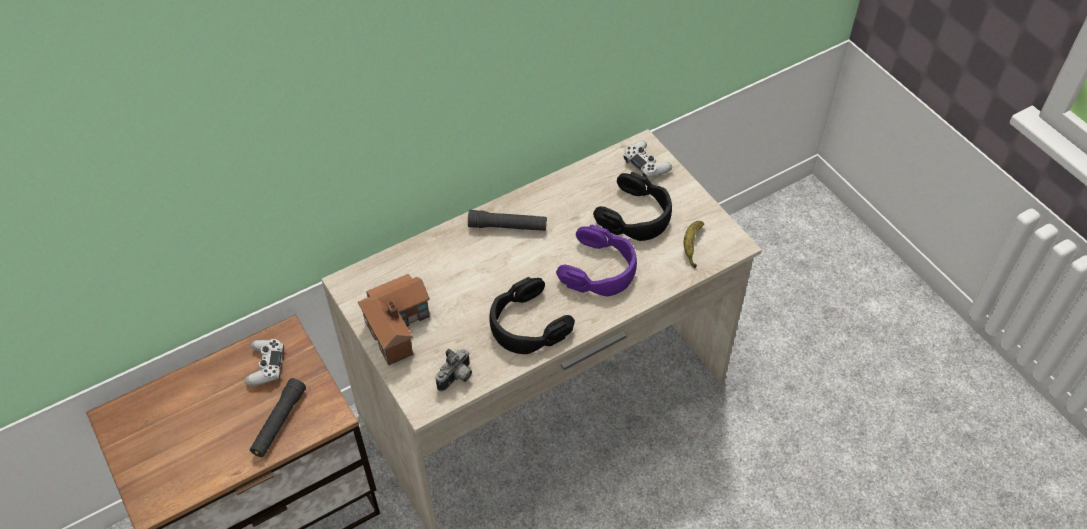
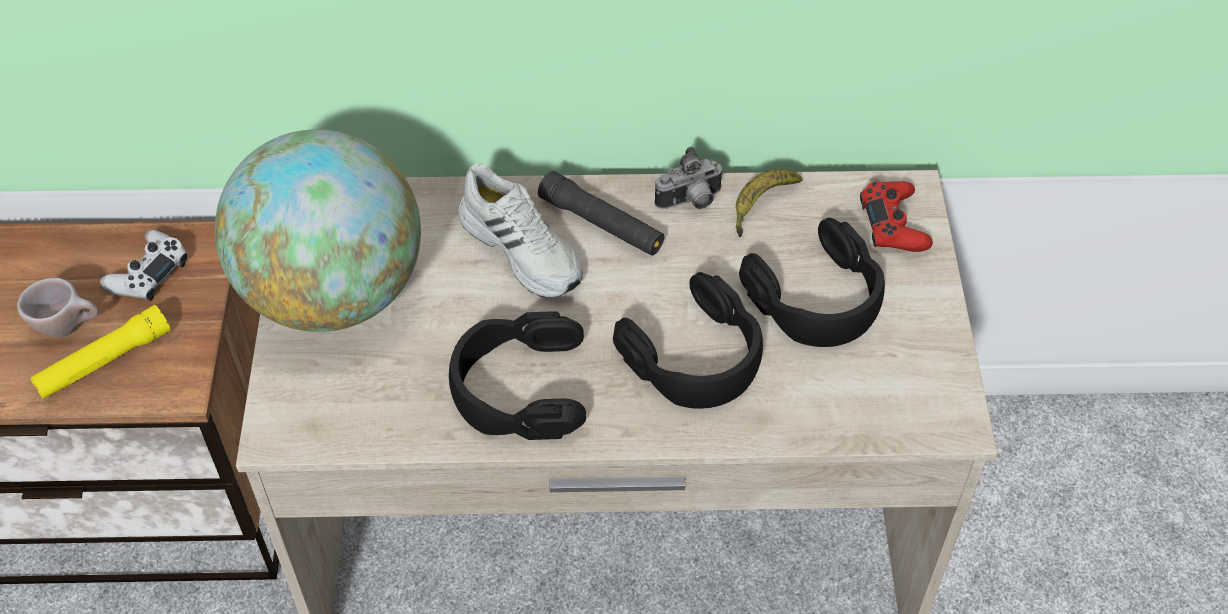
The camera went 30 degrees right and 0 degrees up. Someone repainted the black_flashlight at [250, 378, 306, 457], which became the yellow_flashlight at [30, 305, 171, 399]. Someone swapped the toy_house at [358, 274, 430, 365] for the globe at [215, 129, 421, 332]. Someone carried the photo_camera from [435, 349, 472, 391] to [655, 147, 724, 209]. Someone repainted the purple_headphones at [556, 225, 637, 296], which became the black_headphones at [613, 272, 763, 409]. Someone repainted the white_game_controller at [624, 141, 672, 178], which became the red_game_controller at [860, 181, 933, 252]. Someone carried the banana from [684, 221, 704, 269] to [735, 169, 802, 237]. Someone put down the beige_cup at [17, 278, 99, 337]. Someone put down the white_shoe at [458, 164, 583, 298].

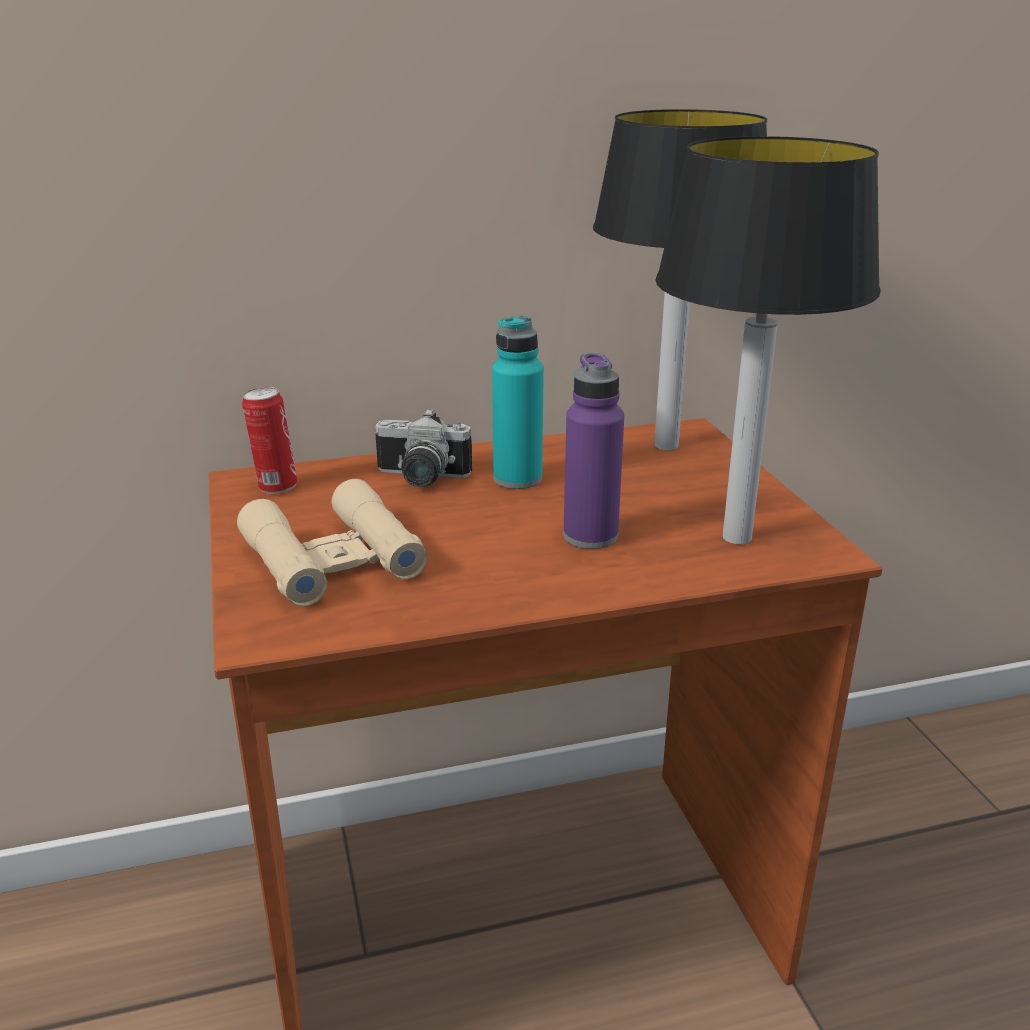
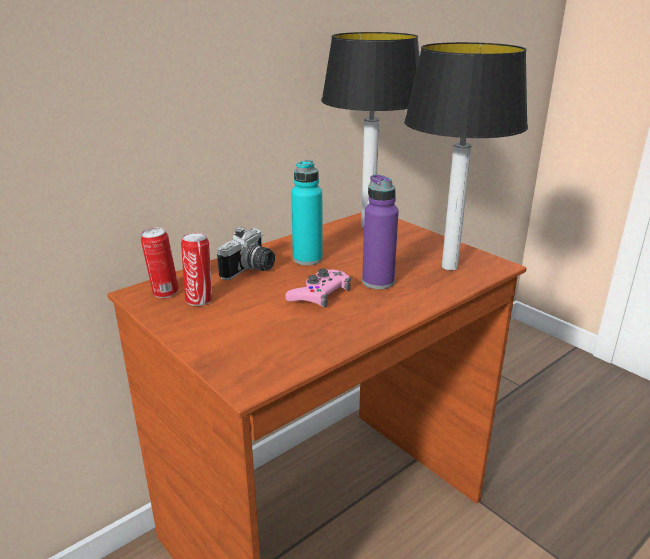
The camera went 25 degrees left and 0 degrees up. Someone took away the beige_binoculars at [237, 479, 428, 606]. Someone rotated the photo_camera at [375, 408, 472, 487] by 45 degrees counterclockwise. Someone put down the can at [181, 233, 212, 306]. Someone put down the pink_game_controller at [285, 269, 351, 308].

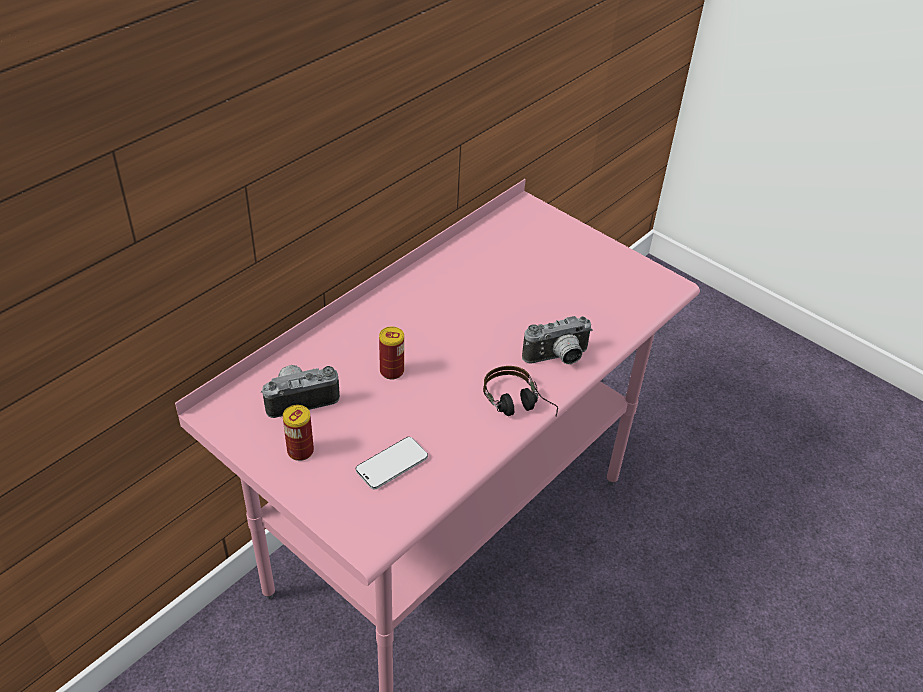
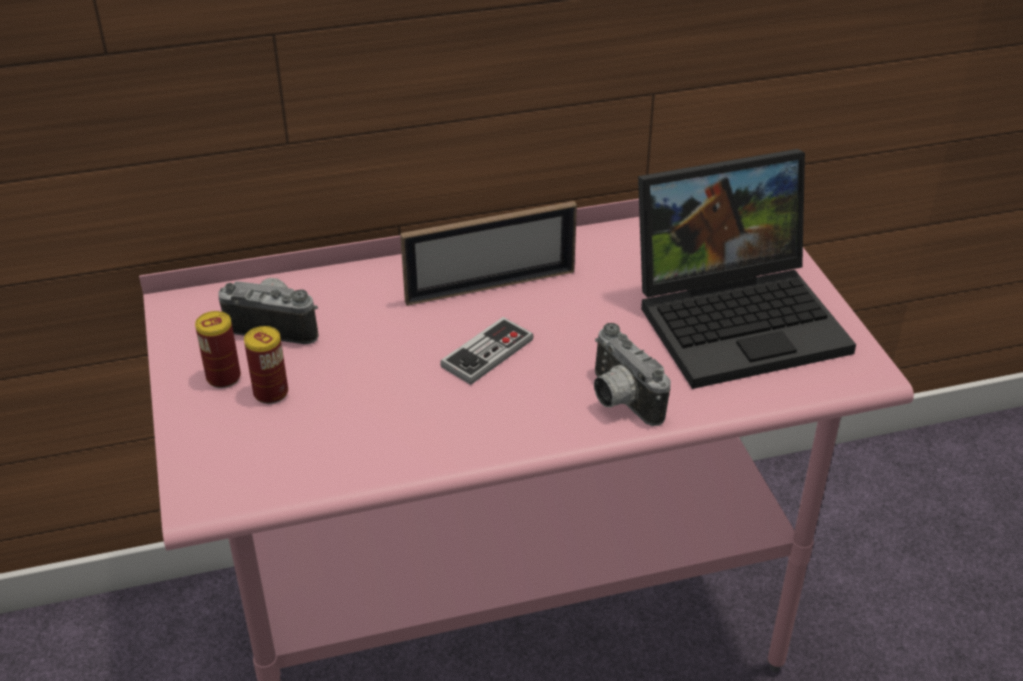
The camera went 35 degrees right and 5 degrees down. Someone took away the phone at [356, 437, 428, 490]. Someone carried the can from [379, 327, 404, 380] to [244, 326, 288, 404]. Someone took away the headphones at [483, 366, 558, 417]. Someone rotated the photo_camera at [522, 316, 593, 364] by 45 degrees clockwise. Someone put down the picture_frame at [400, 201, 577, 306]. Someone put down the game_controller at [440, 317, 534, 385]. Someone put down the laptop at [638, 149, 856, 389].

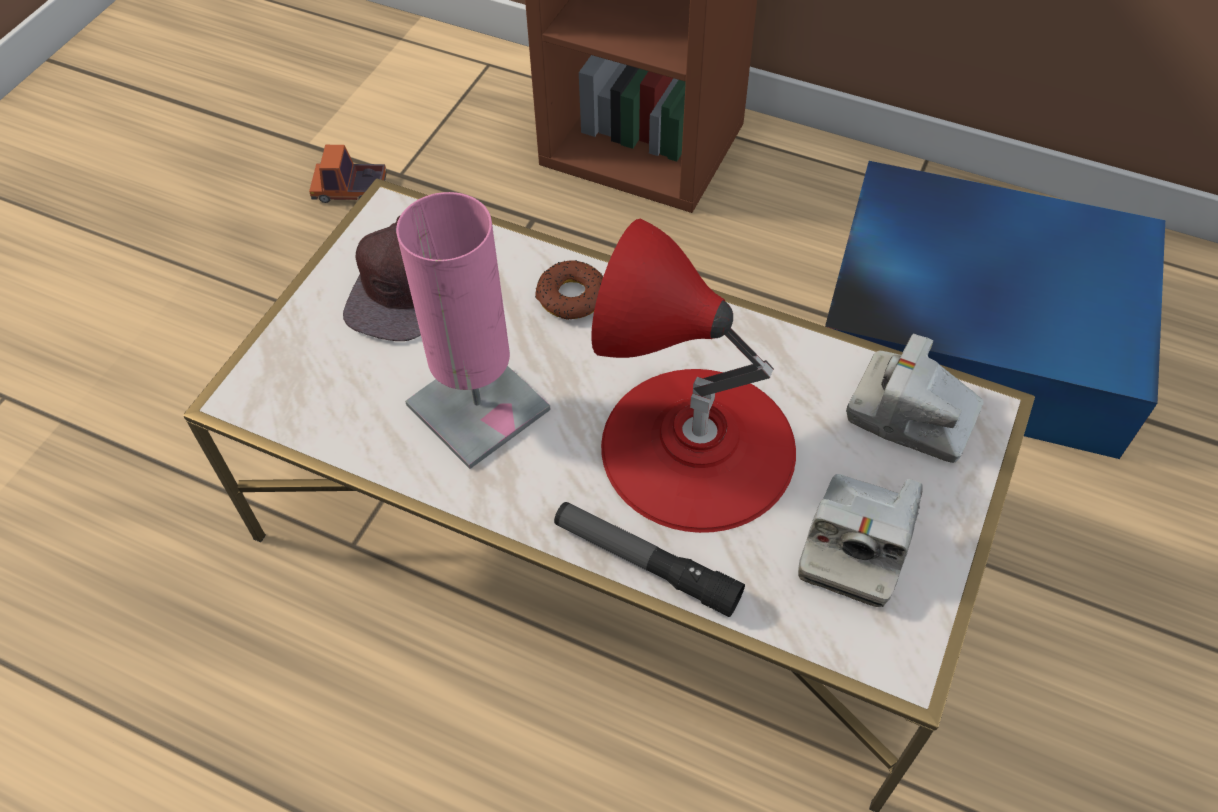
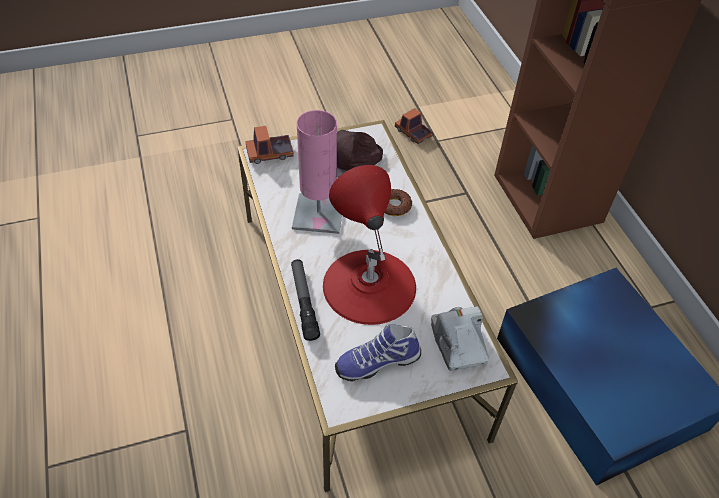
The camera went 45 degrees right and 5 degrees down. Someone swapped the photo_camera at [798, 474, 922, 607] for the shoe at [335, 324, 421, 382]. Someone put down the toy_truck at [245, 126, 294, 164].

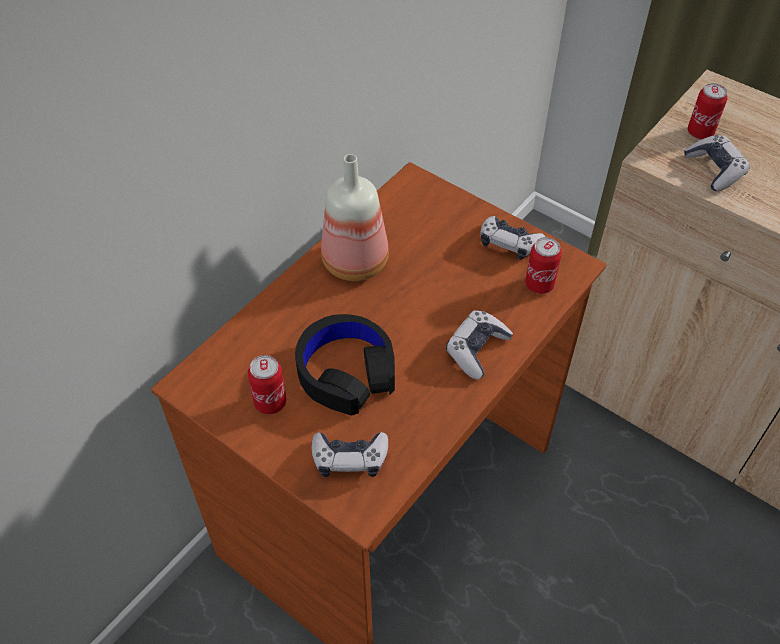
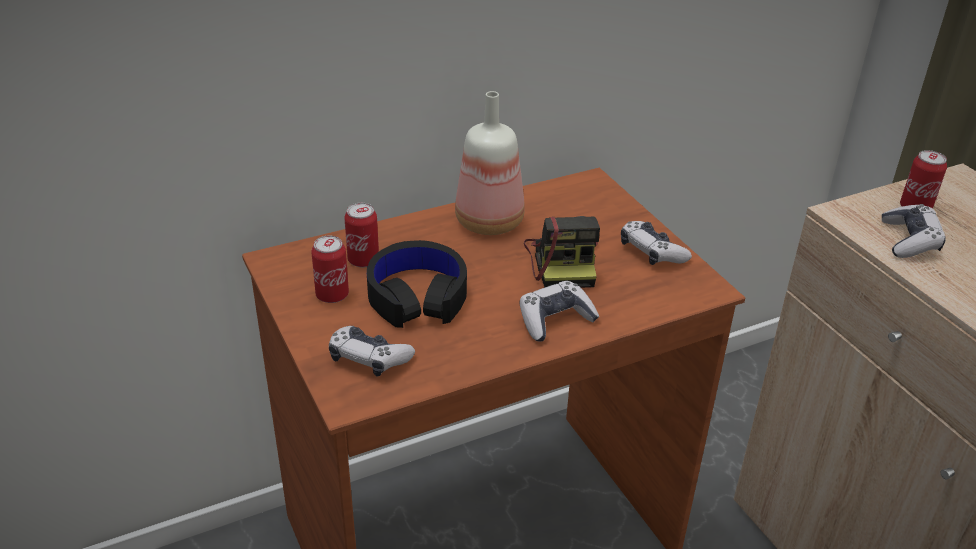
The camera went 25 degrees right and 15 degrees down. Someone carried the can from [525, 237, 562, 294] to [344, 203, 379, 267]. Someone put down the photo_camera at [524, 216, 600, 288].

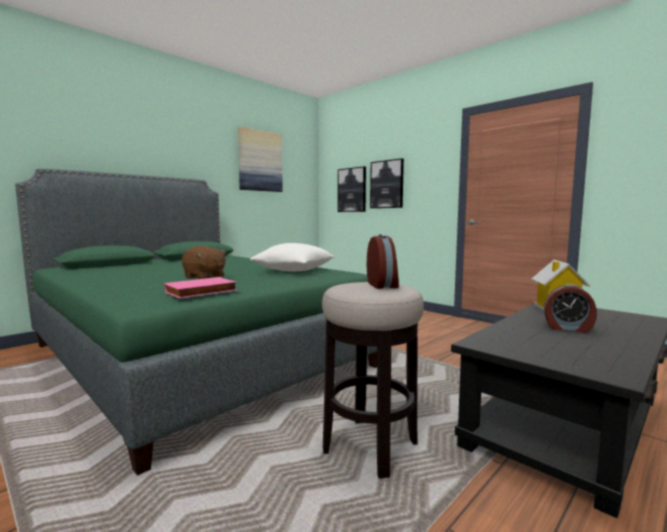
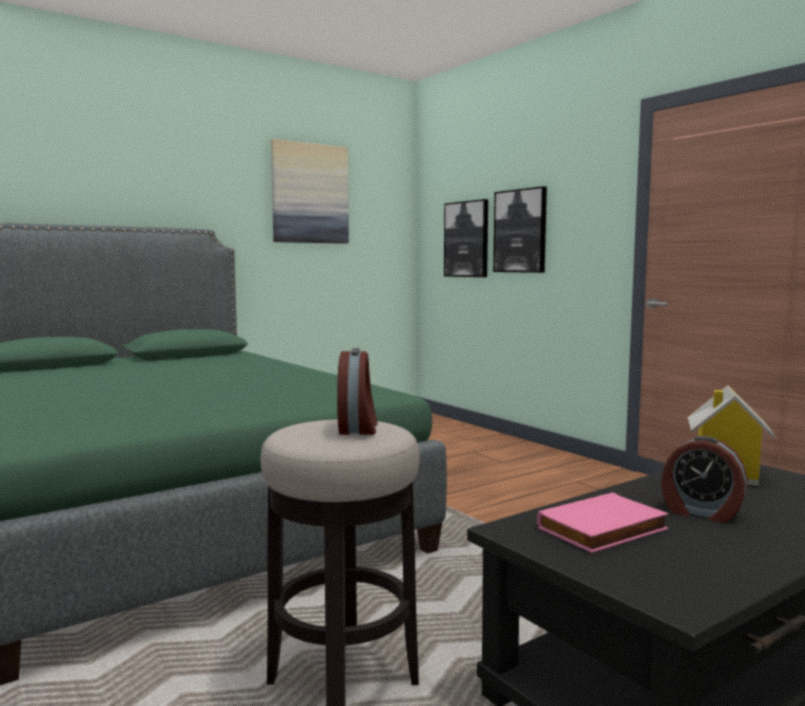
The camera went 10 degrees right and 0 degrees up. Someone carried the pink_book from [164, 277, 237, 299] to [537, 493, 669, 553]. Someone took away the brown_plush_toy at [182, 246, 226, 279]. Someone took away the white_pillow at [250, 243, 335, 271].

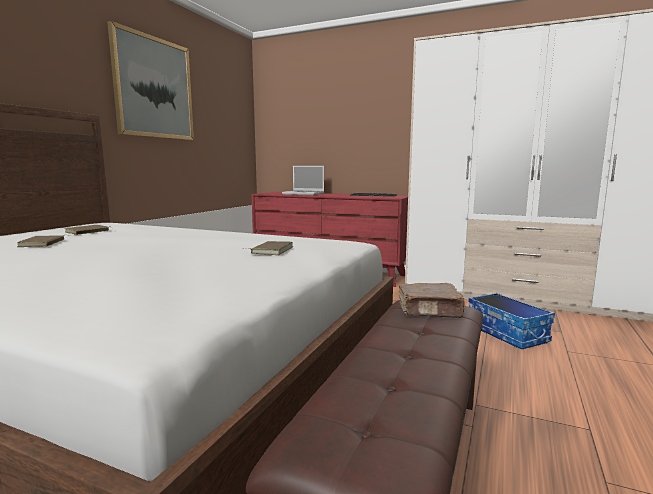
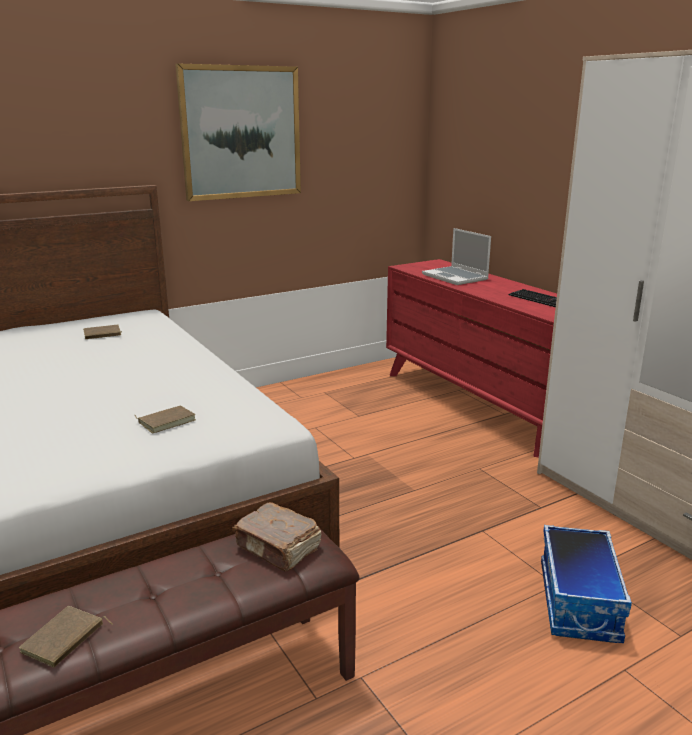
The camera went 35 degrees right and 10 degrees up. Someone carried the brown_book from [17, 235, 70, 247] to [19, 606, 113, 668].

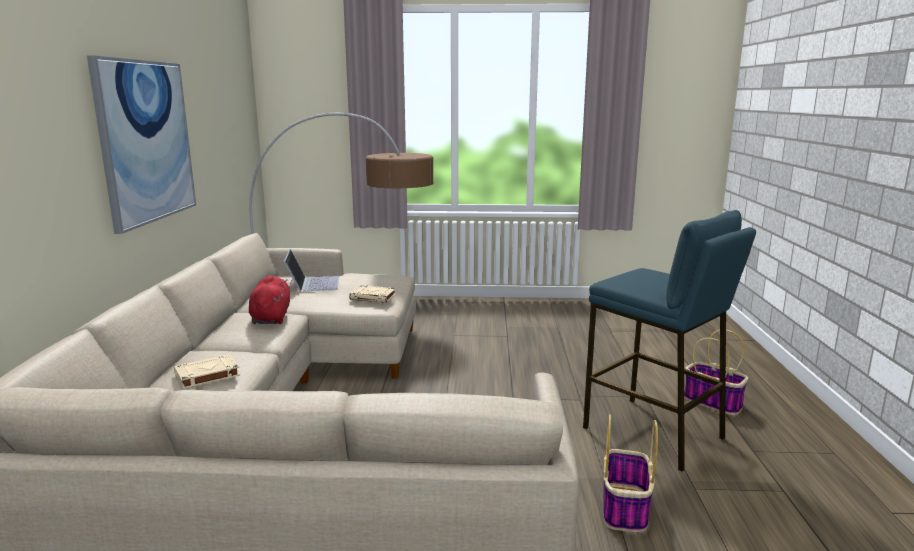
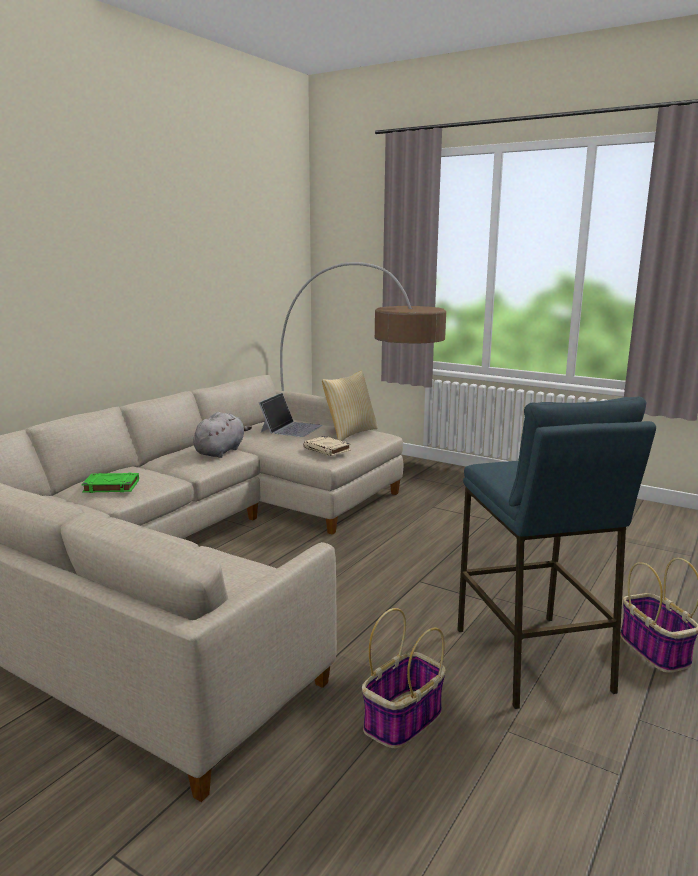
The camera went 30 degrees right and 0 degrees up. Someone took away the picture at [87, 55, 196, 234]. Someone repainted the beige_book at [174, 354, 240, 389], which became the green_book at [81, 473, 139, 493]. Someone repainted the red_plush_toy at [249, 276, 290, 324], which became the grey_plush_toy at [193, 412, 252, 458]. Someone put down the pillow at [322, 370, 378, 441].

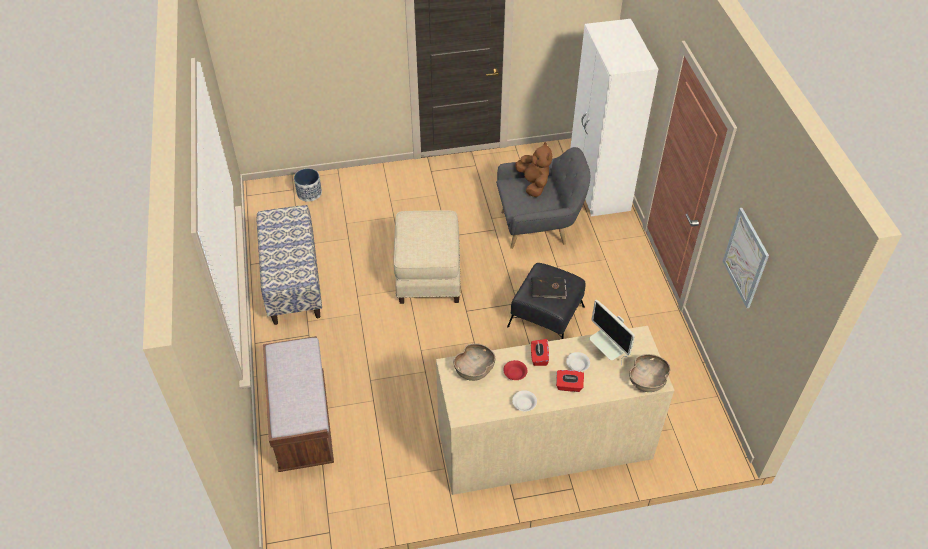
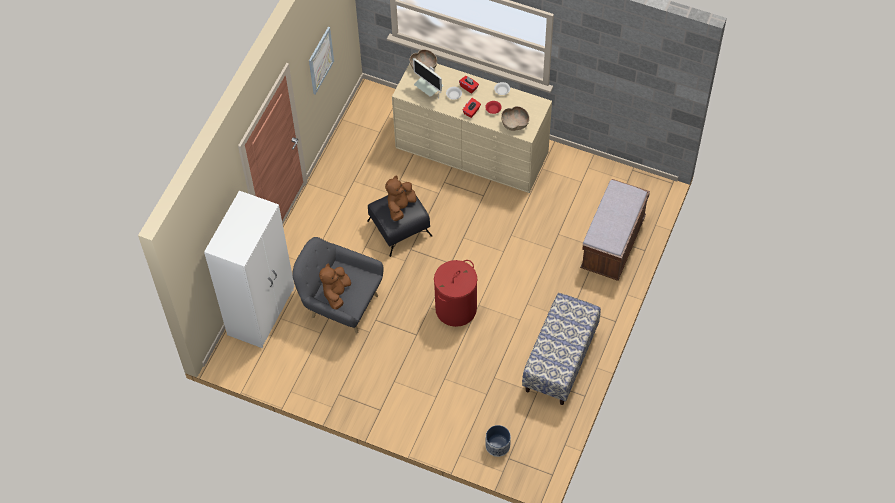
The camera went 145 degrees left and 10 degrees up. Someone swapped the beige_ottoman at [394, 210, 461, 304] for the red_laundry_basket at [434, 260, 477, 327]. Someone swapped the black_book at [531, 277, 567, 299] for the brown_plush_toy at [385, 176, 416, 221]. Someone rotated the monitor at [589, 300, 635, 366] by 135 degrees clockwise.

